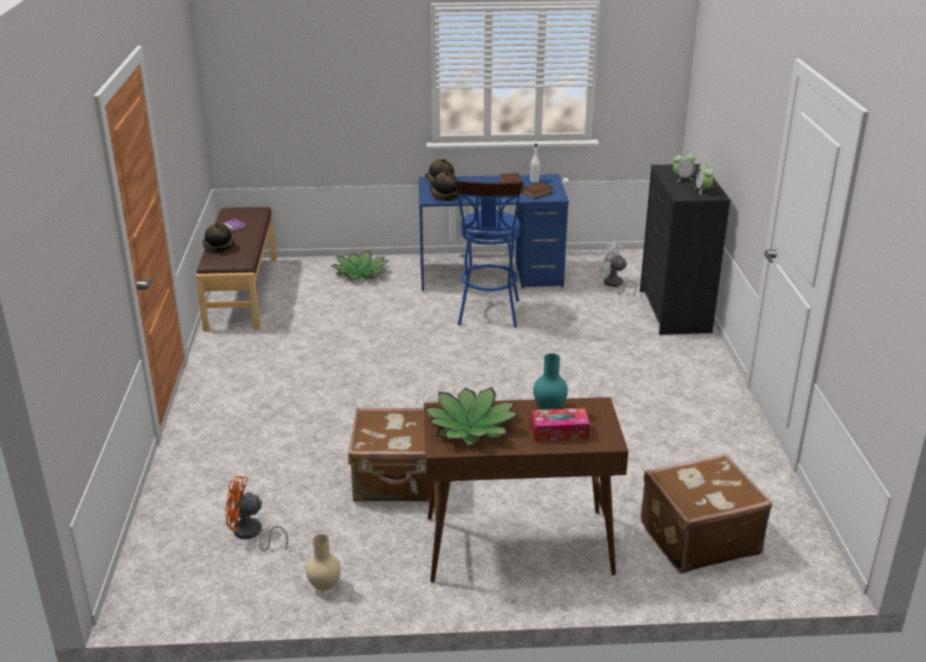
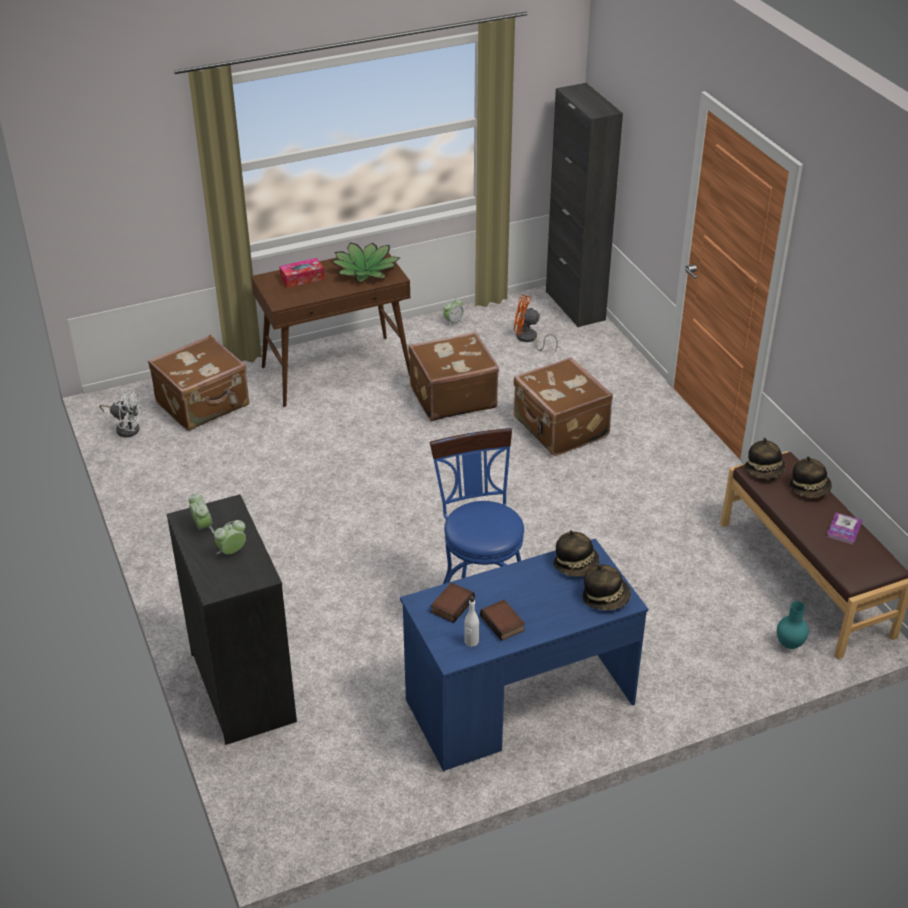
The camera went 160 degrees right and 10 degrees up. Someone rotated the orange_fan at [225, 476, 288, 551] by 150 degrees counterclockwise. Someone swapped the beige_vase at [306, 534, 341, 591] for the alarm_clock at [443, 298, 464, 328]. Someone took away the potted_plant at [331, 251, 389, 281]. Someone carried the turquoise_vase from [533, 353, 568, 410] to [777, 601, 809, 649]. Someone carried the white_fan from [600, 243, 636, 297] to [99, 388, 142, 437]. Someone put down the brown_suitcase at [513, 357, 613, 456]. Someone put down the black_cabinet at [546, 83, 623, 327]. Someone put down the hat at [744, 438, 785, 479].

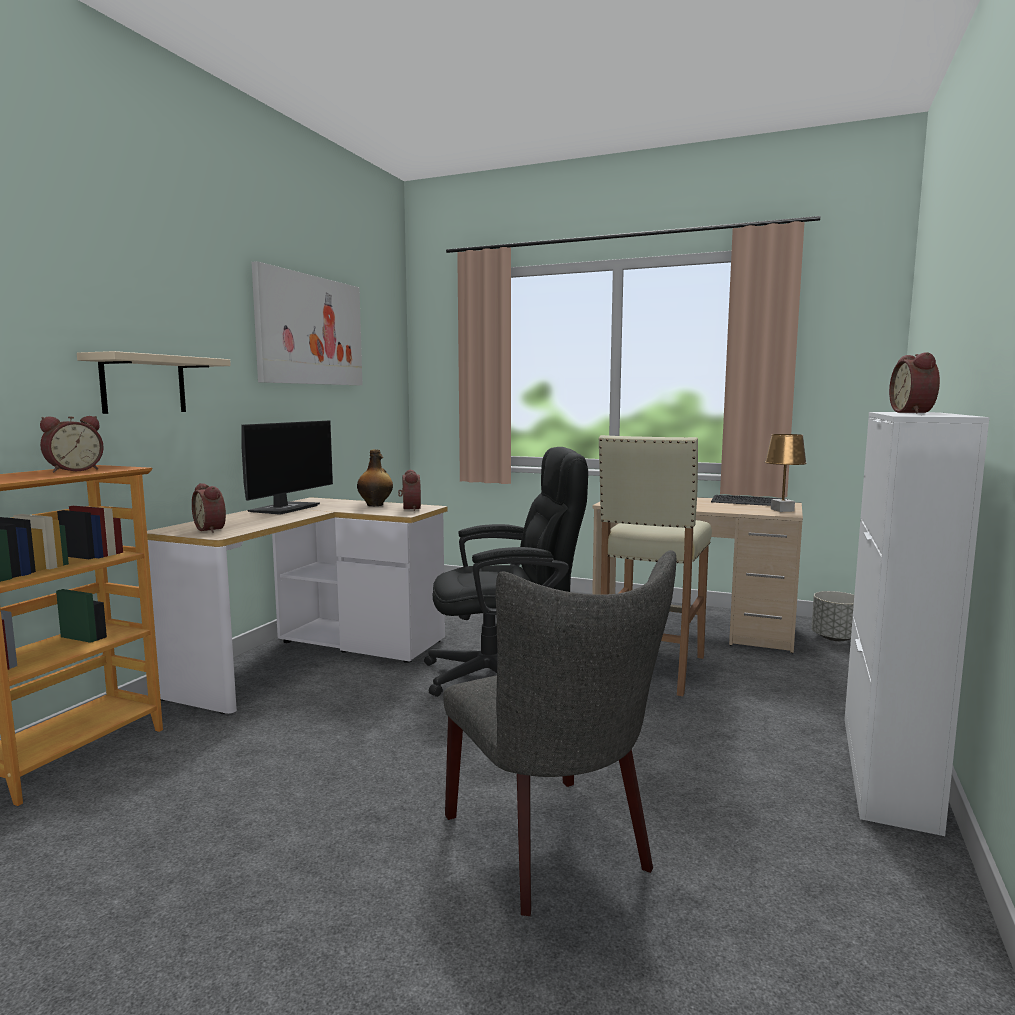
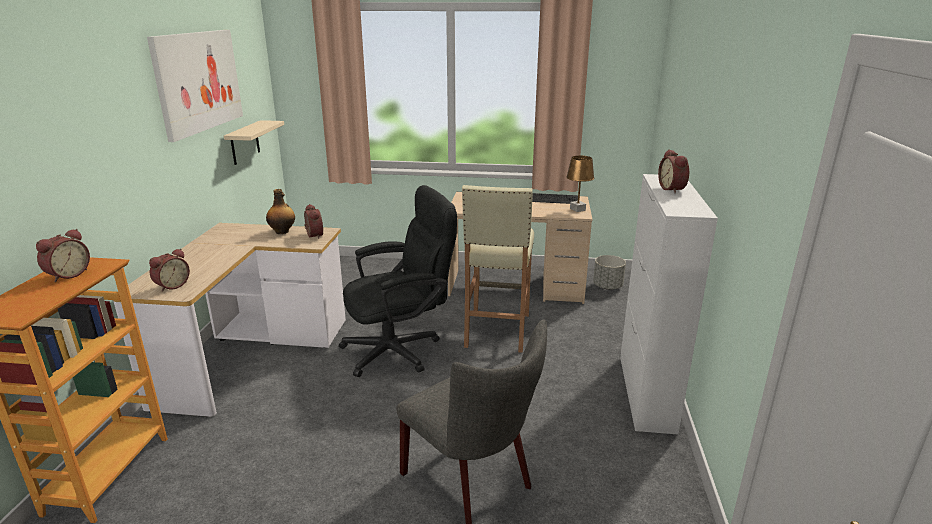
The camera went 15 degrees left and 15 degrees up. Someone carried the beige_shelf from [77, 351, 231, 414] to [224, 120, 284, 165]. Someone rotated the alarm_clock at [192, 483, 226, 533] by 90 degrees counterclockwise. Someone took away the monitor at [241, 420, 333, 515].

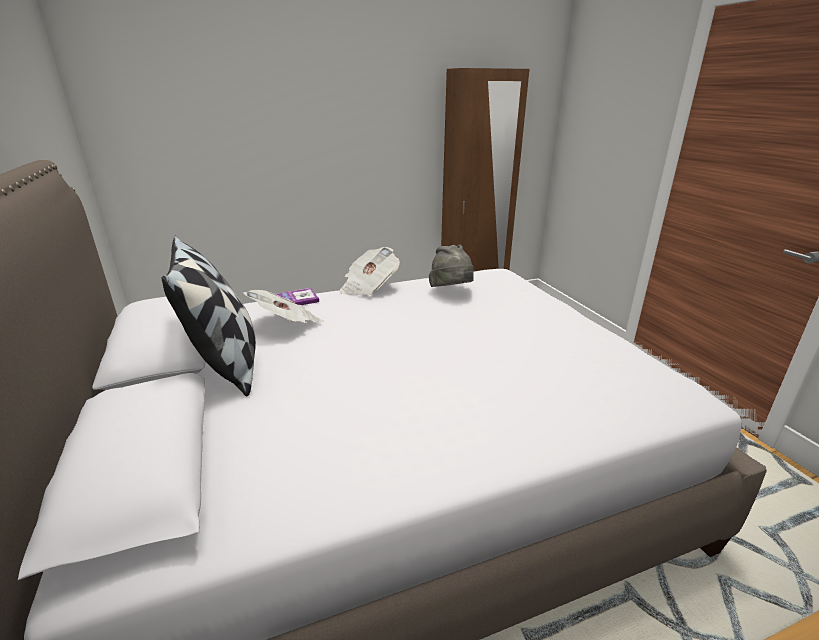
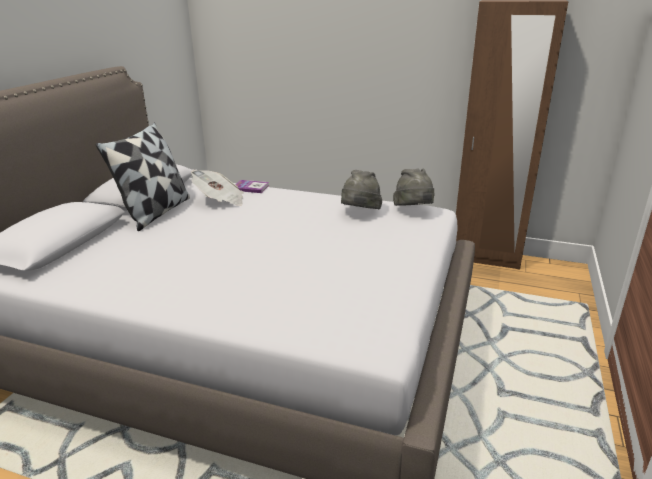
The camera went 40 degrees right and 0 degrees up. Someone took away the newspaper at [340, 247, 400, 296]. Someone put down the grey_hat at [393, 169, 434, 206].

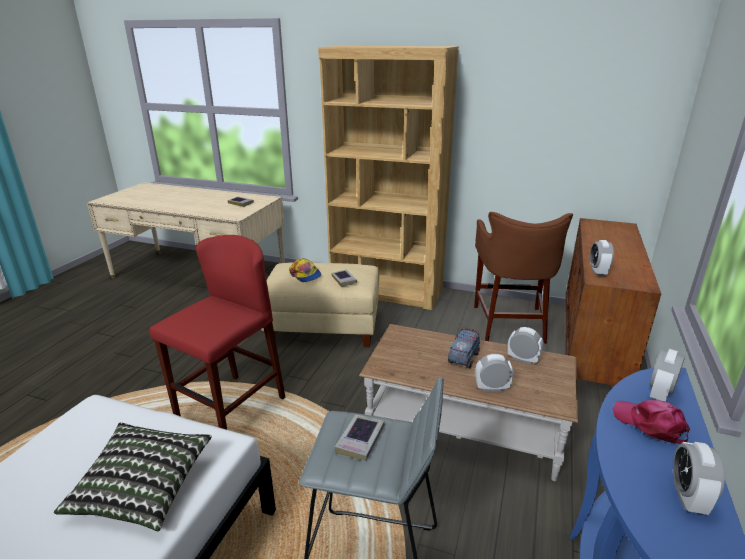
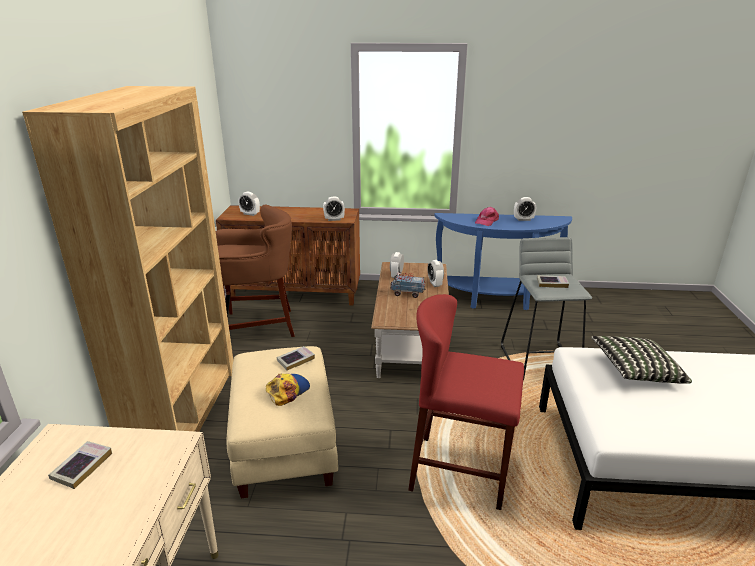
The camera went 105 degrees left and 0 degrees up. Someone carried the alarm_clock from [649, 349, 685, 401] to [238, 192, 260, 216].

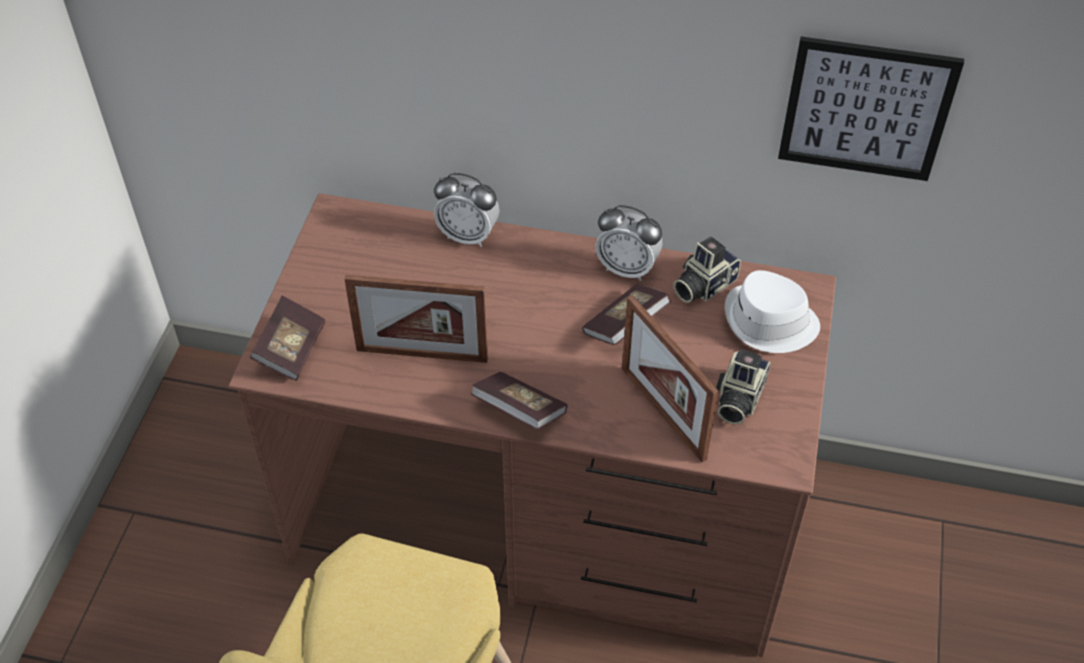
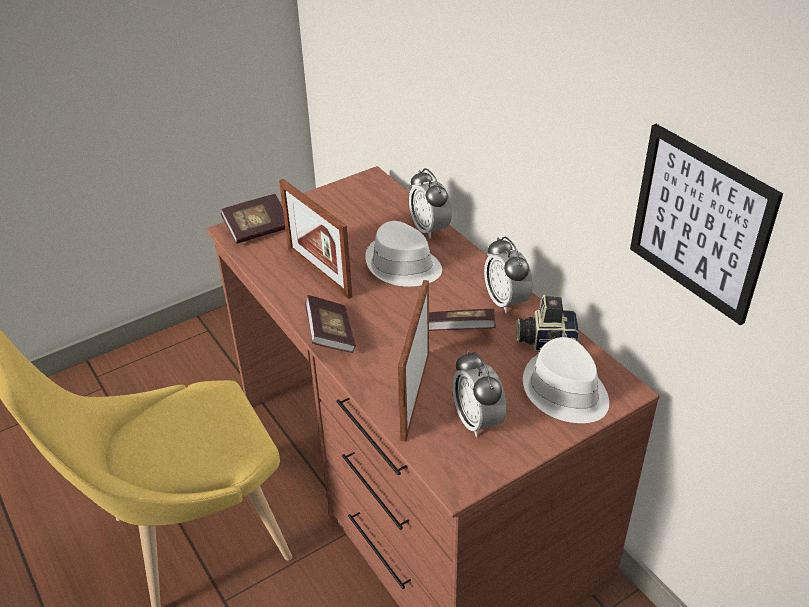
The camera went 45 degrees right and 10 degrees down. Someone swapped the photo_camera at [716, 349, 771, 424] for the alarm_clock at [452, 351, 507, 437]. Someone put down the white_hat at [365, 221, 442, 287].

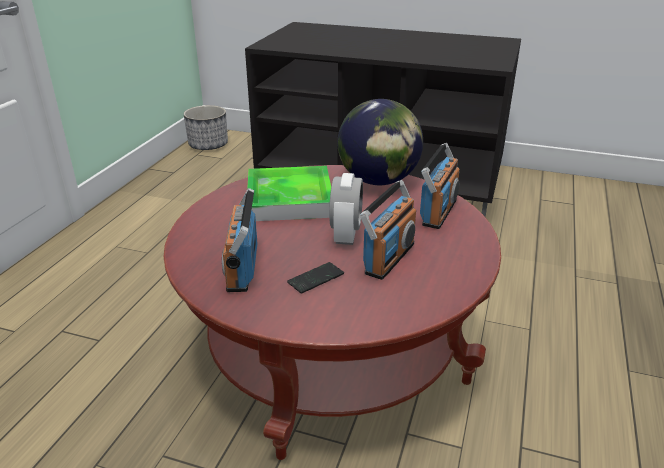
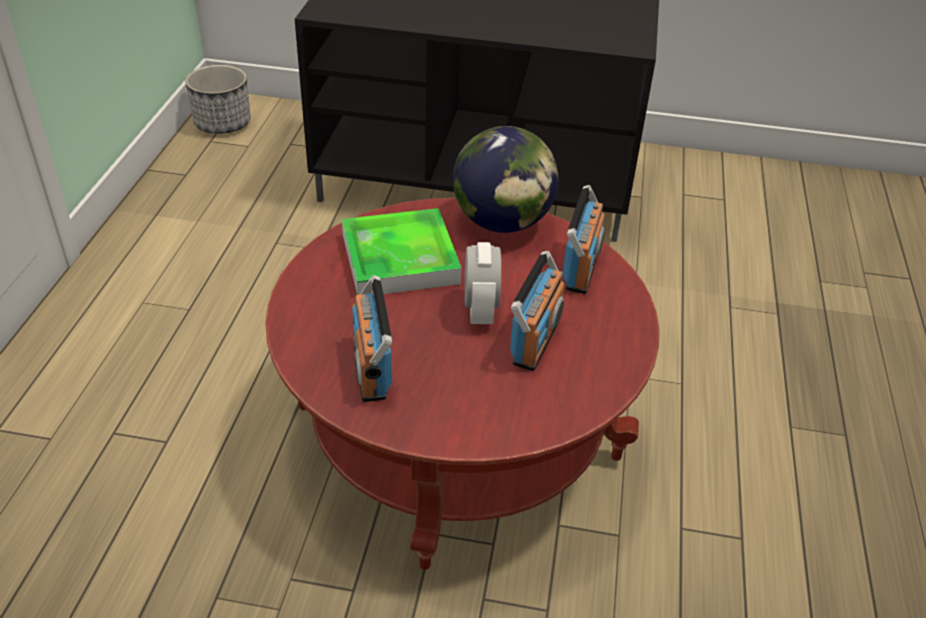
The camera went 10 degrees left and 10 degrees up. Someone took away the phone at [287, 262, 344, 294].

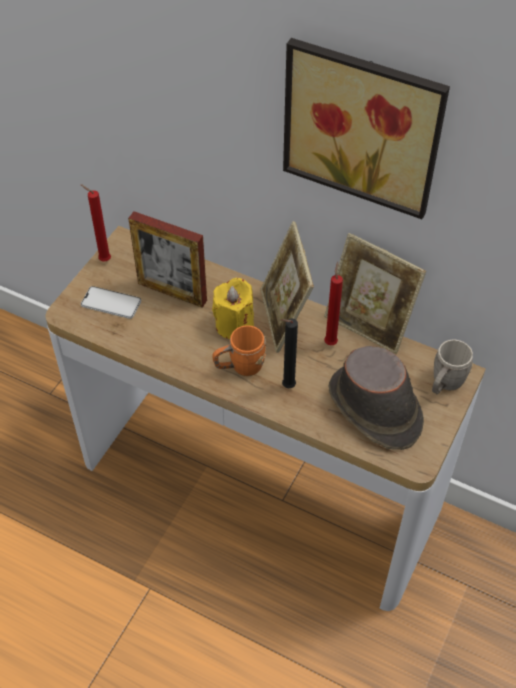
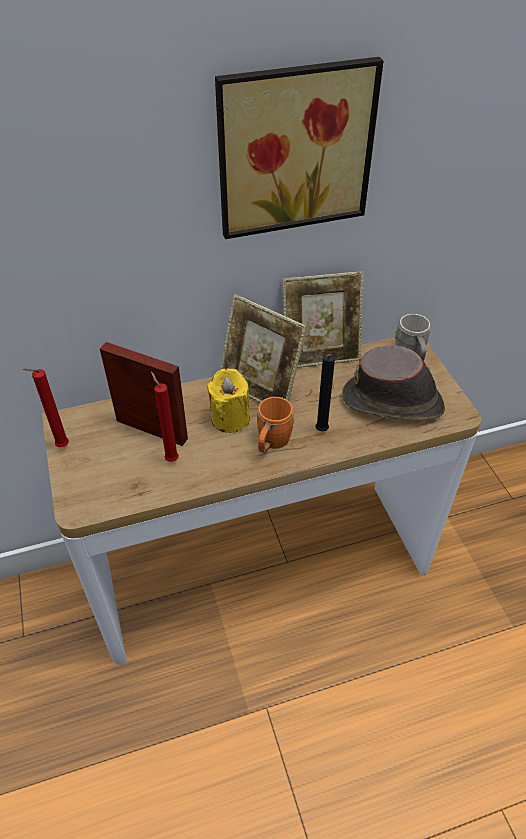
The camera went 45 degrees left and 5 degrees down. Someone took away the phone at [81, 286, 141, 319]. Someone rotated the picture_frame at [128, 211, 207, 308] by 135 degrees counterclockwise. Someone carried the red_candle from [324, 262, 343, 345] to [151, 372, 179, 462].

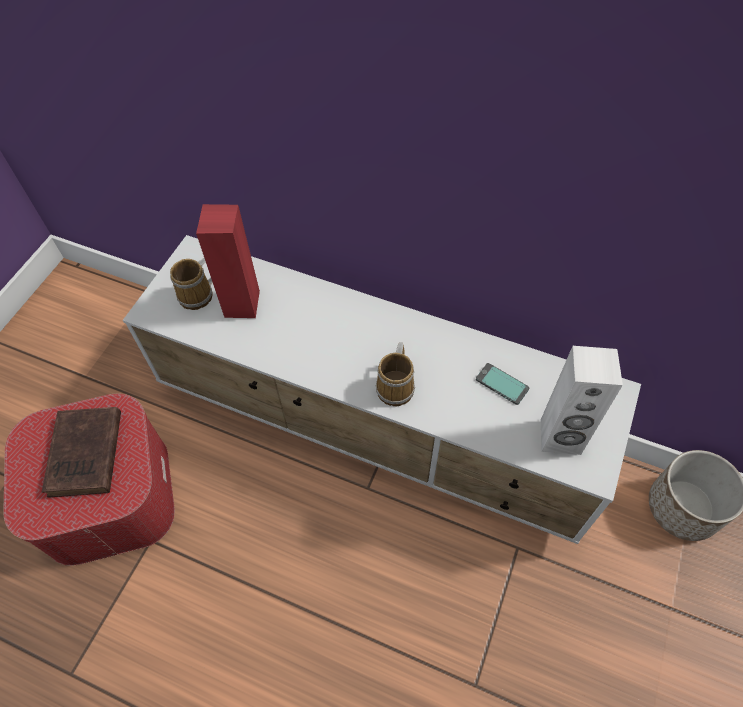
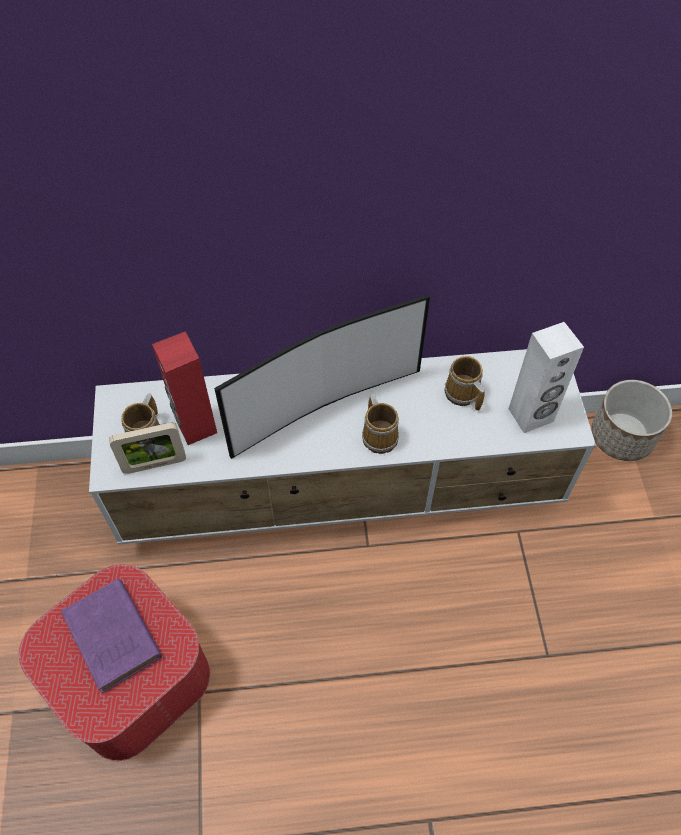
The camera went 30 degrees left and 0 degrees up. Someone repainted the brown_book at [42, 407, 121, 497], which became the purple_book at [61, 579, 162, 693]. Someone swapped the phone at [476, 363, 529, 405] for the mug at [445, 356, 485, 411]. Someone put down the picture_frame at [109, 422, 186, 474]. Someone put down the television at [214, 295, 430, 459].

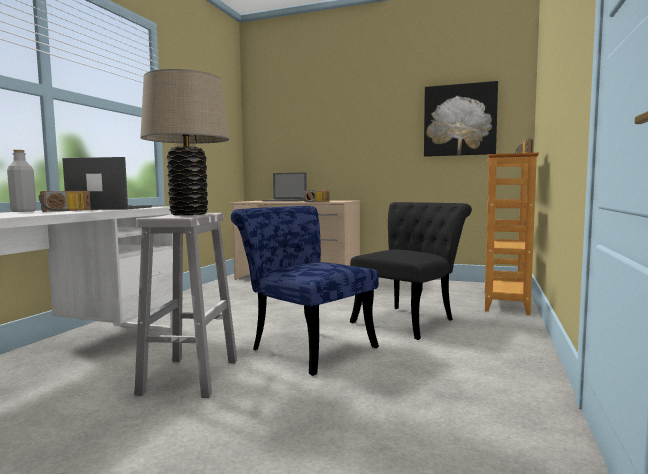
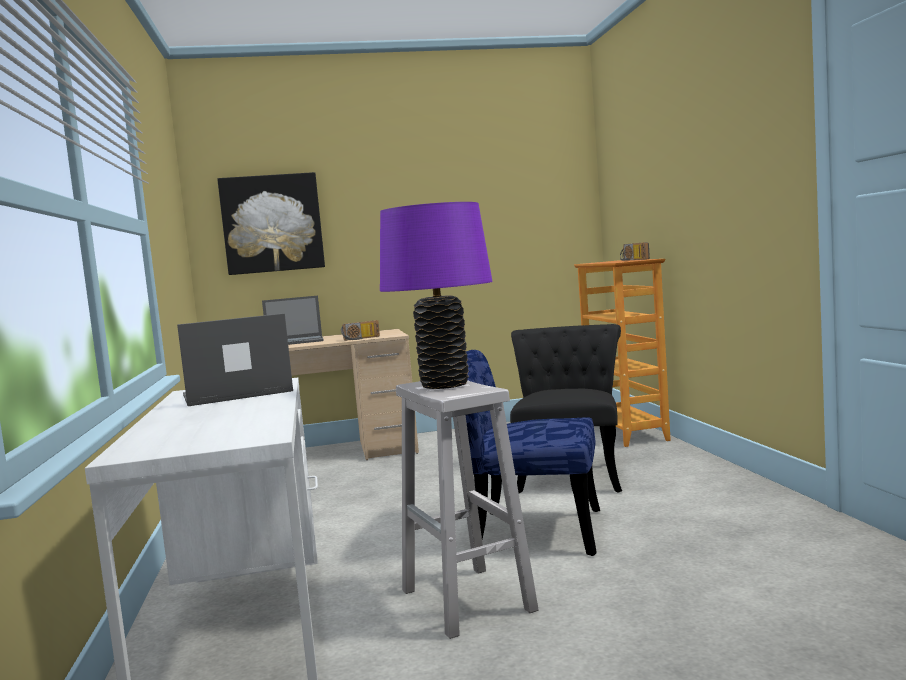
The camera went 30 degrees left and 0 degrees up. Someone took away the grey_bottle at [7, 150, 37, 212]. Someone took away the radio at [39, 191, 91, 212]. Someone repainted the beige_table_lamp at [140, 69, 229, 215], which became the purple_table_lamp at [380, 202, 493, 389]. Someone carried the picture from [424, 81, 498, 157] to [217, 172, 325, 275].

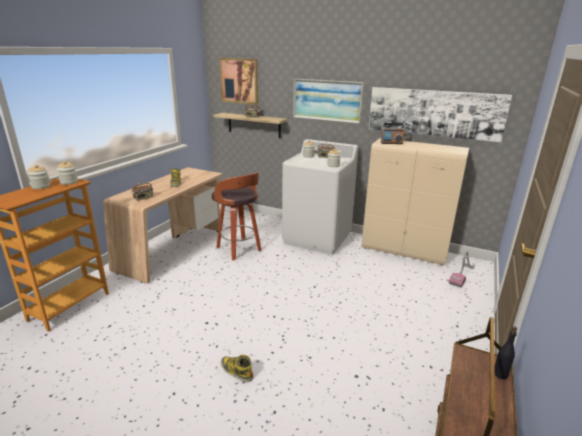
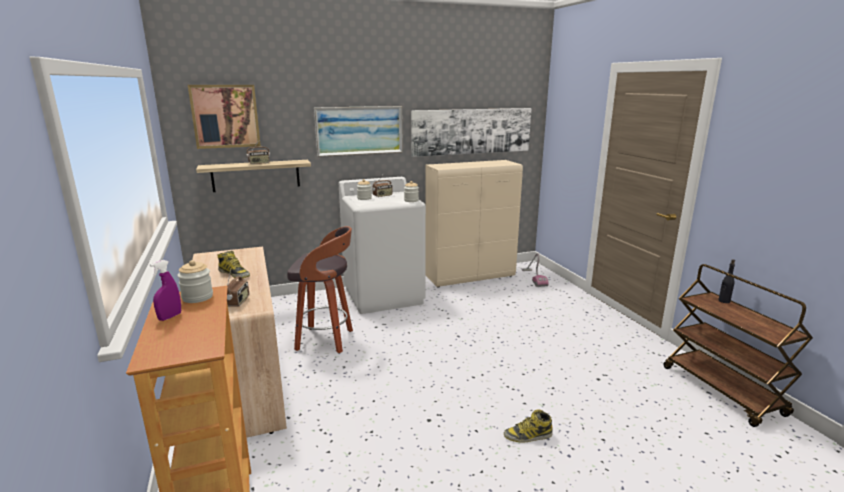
The camera went 45 degrees left and 5 degrees down. Someone swapped the jar at [28, 165, 51, 189] for the purple_spray_bottle at [150, 260, 181, 321]. Someone took away the radio at [381, 123, 405, 144].

